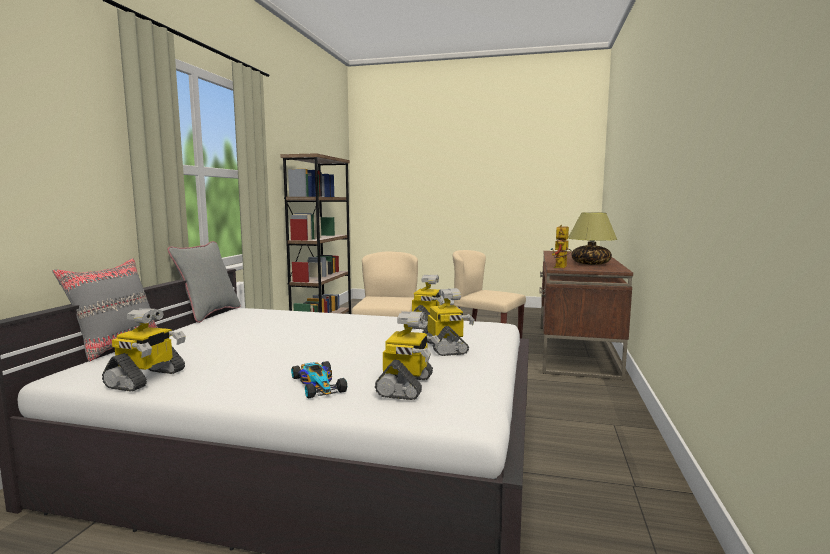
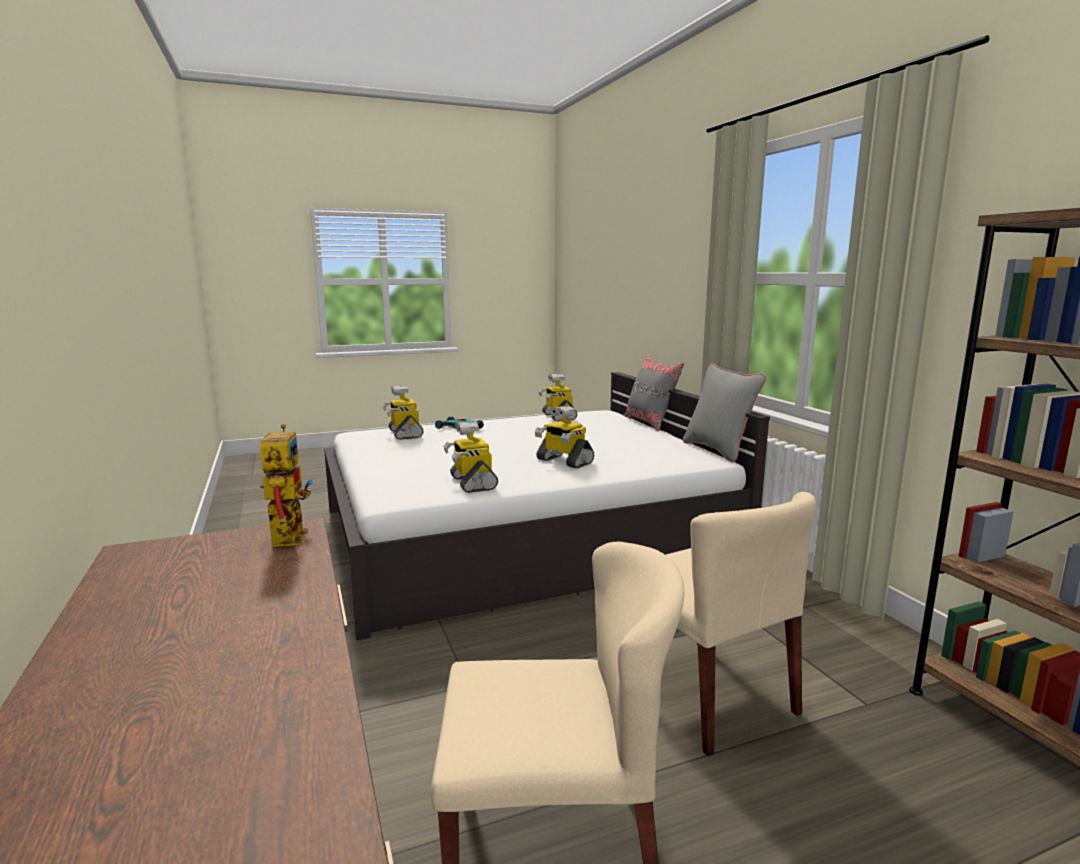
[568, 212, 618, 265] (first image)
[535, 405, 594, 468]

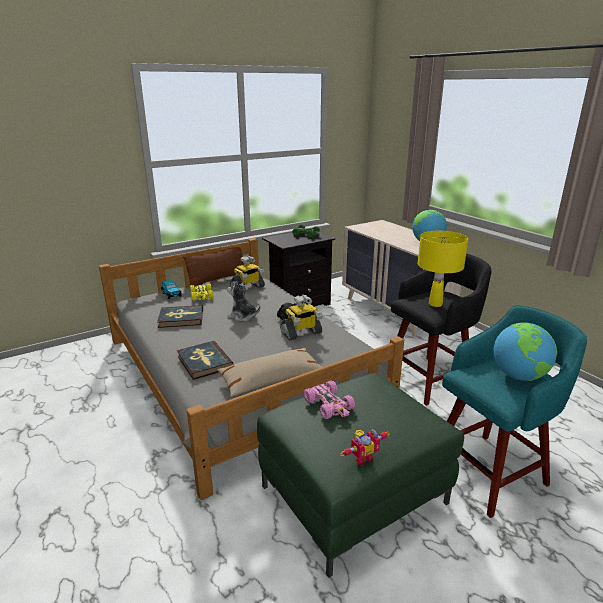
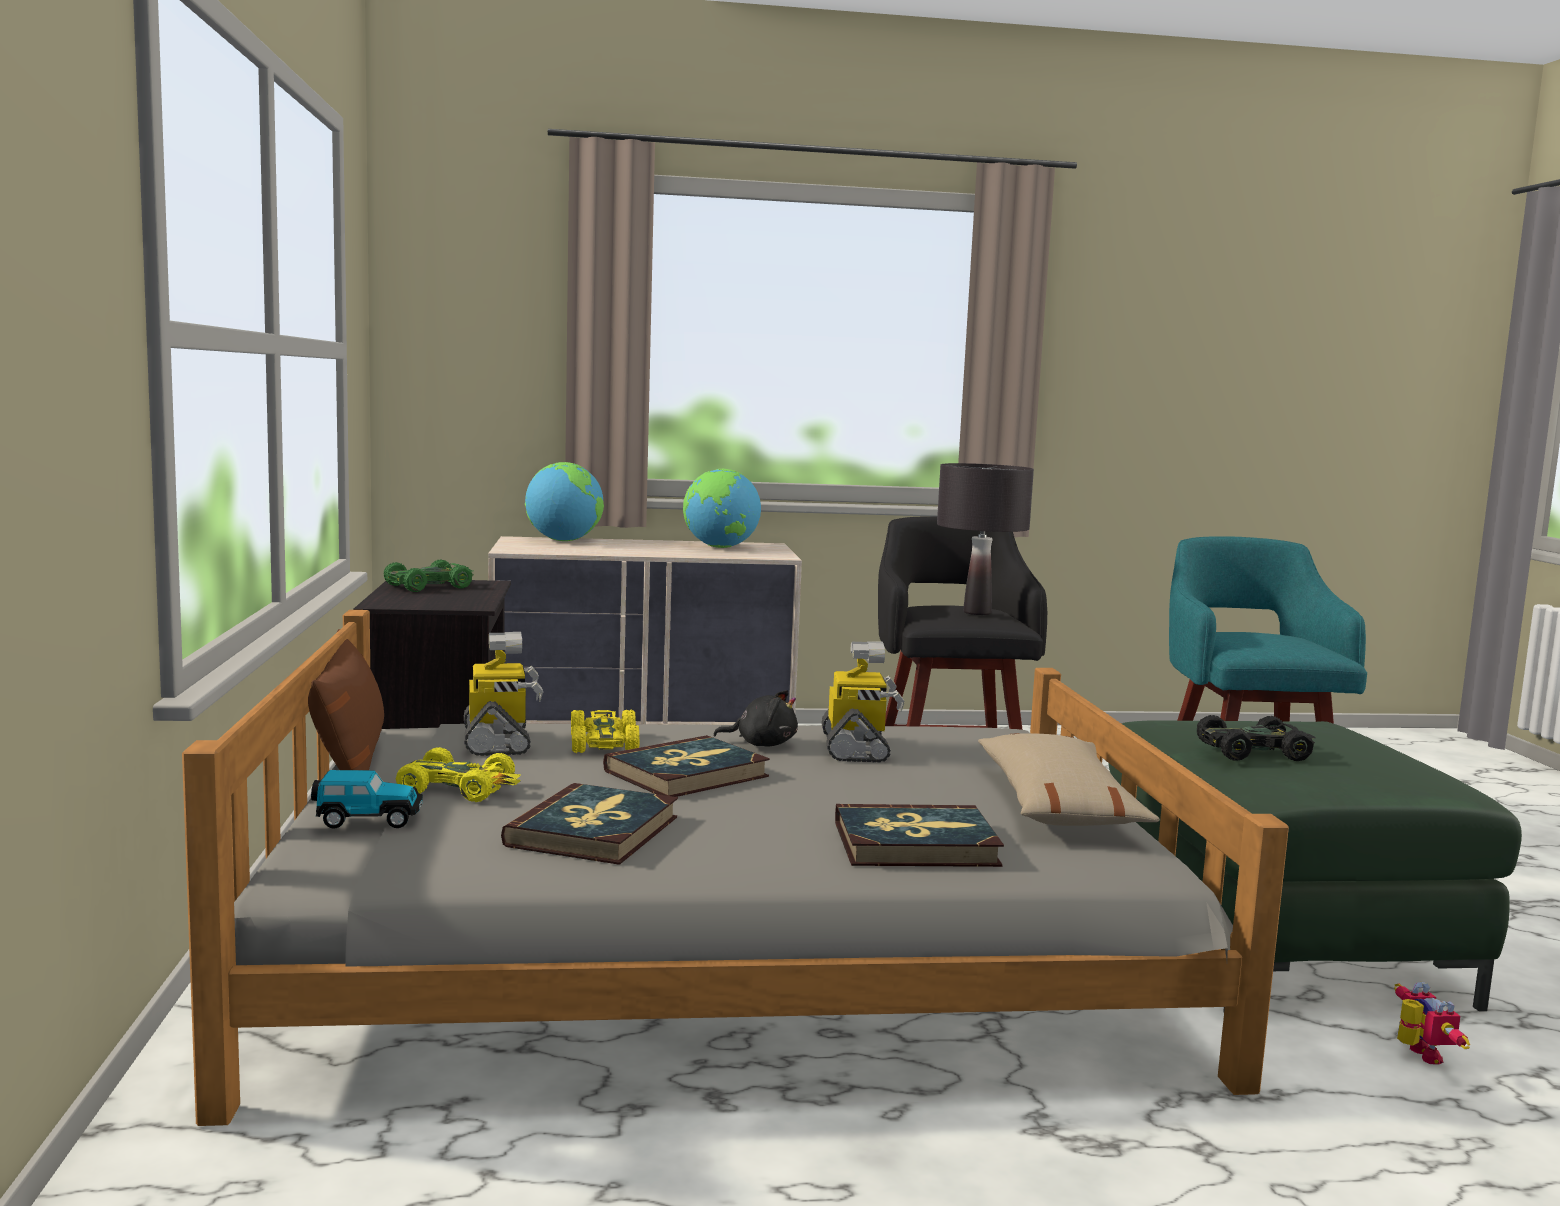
[937, 463, 1034, 615]
[603, 735, 770, 797]
[525, 462, 604, 541]
[1197, 715, 1316, 761]
[1394, 982, 1470, 1065]
[571, 710, 640, 753]

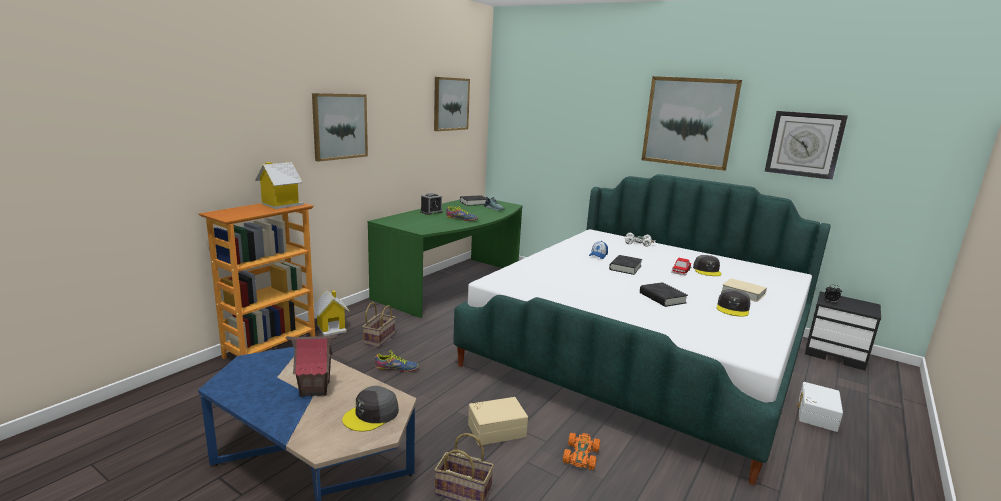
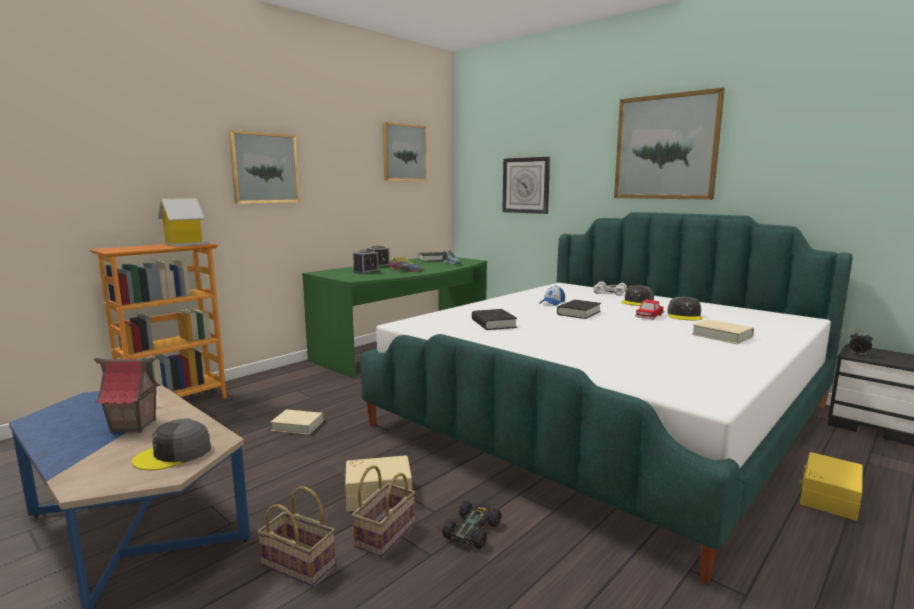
[502, 157, 550, 214]
[472, 309, 517, 330]
[622, 285, 654, 306]
[314, 290, 349, 336] (first image)
[352, 465, 415, 557]
[270, 410, 324, 435]
[799, 452, 863, 521]
[442, 501, 501, 549]
[353, 250, 380, 274]

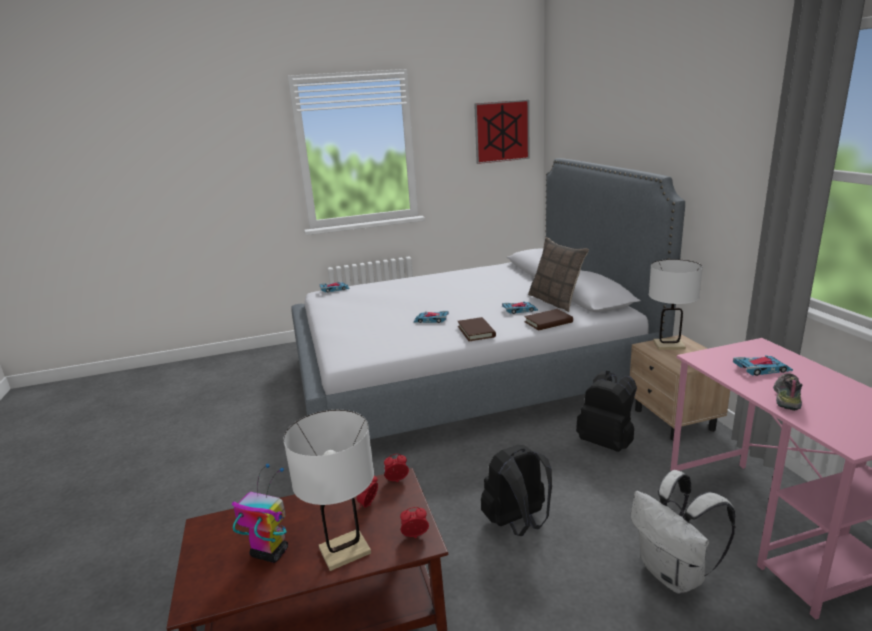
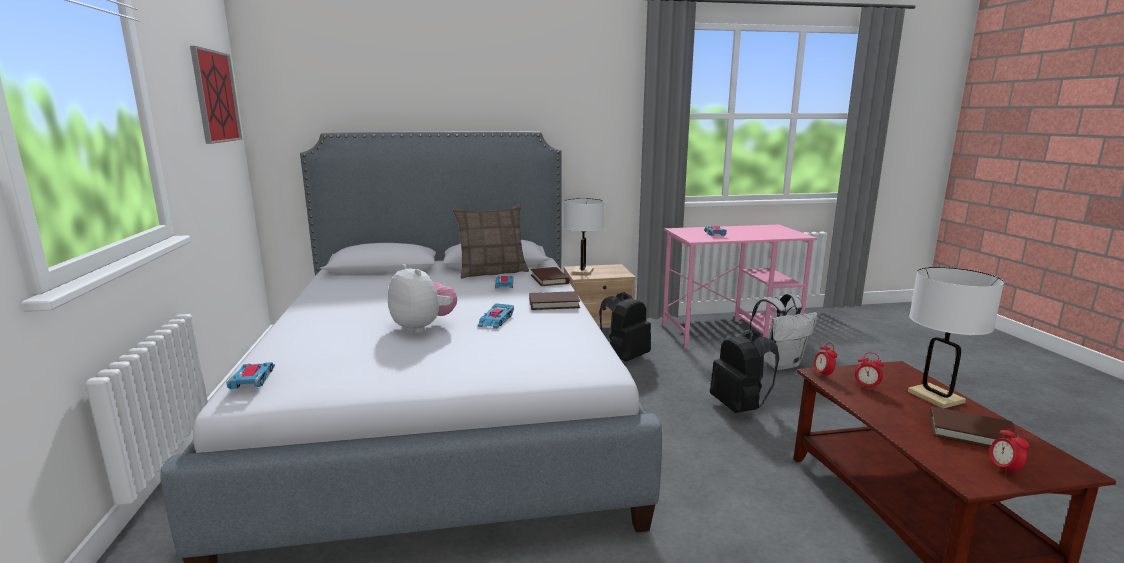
[773, 373, 802, 411] (first image)
[930, 406, 1019, 448]
[988, 426, 1030, 476]
[388, 264, 457, 333]

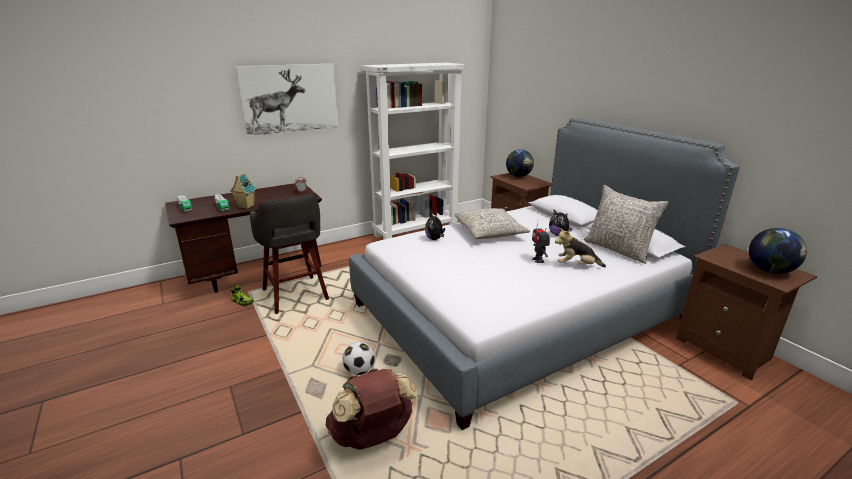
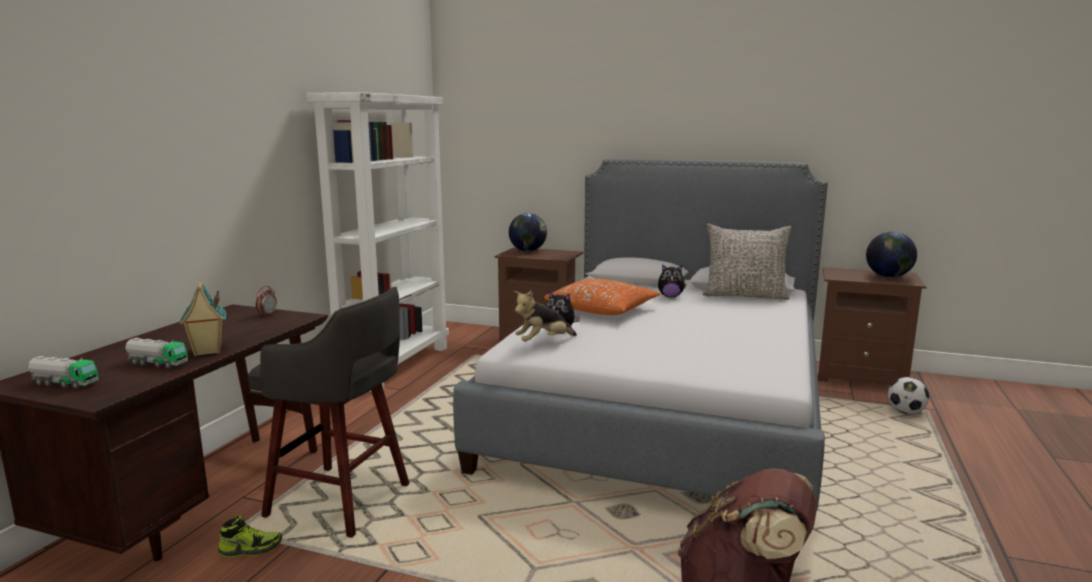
[235, 64, 338, 136] (first image)
[544, 279, 660, 315]
[532, 220, 550, 263] (first image)
[514, 291, 577, 341]
[888, 377, 929, 414]

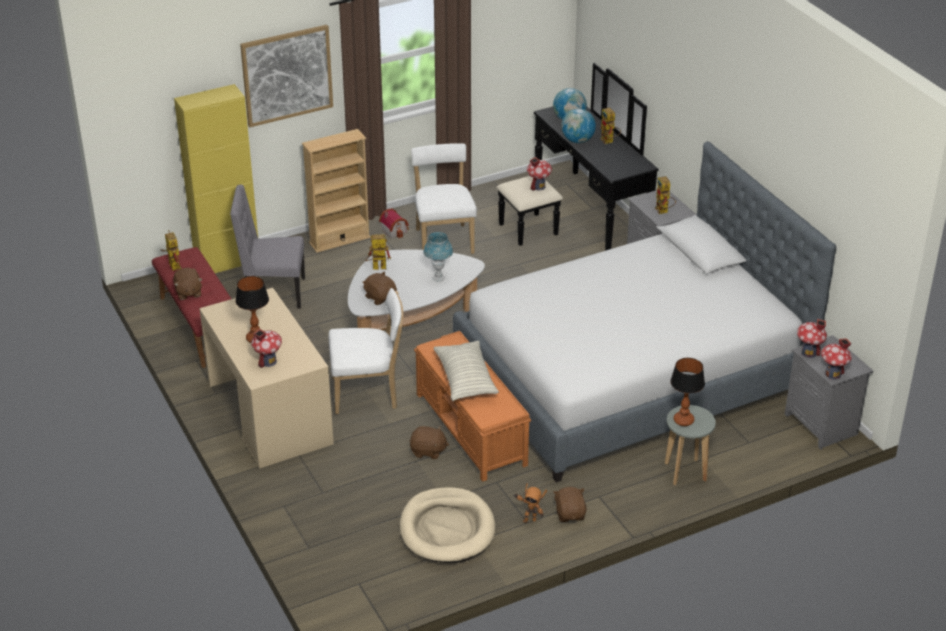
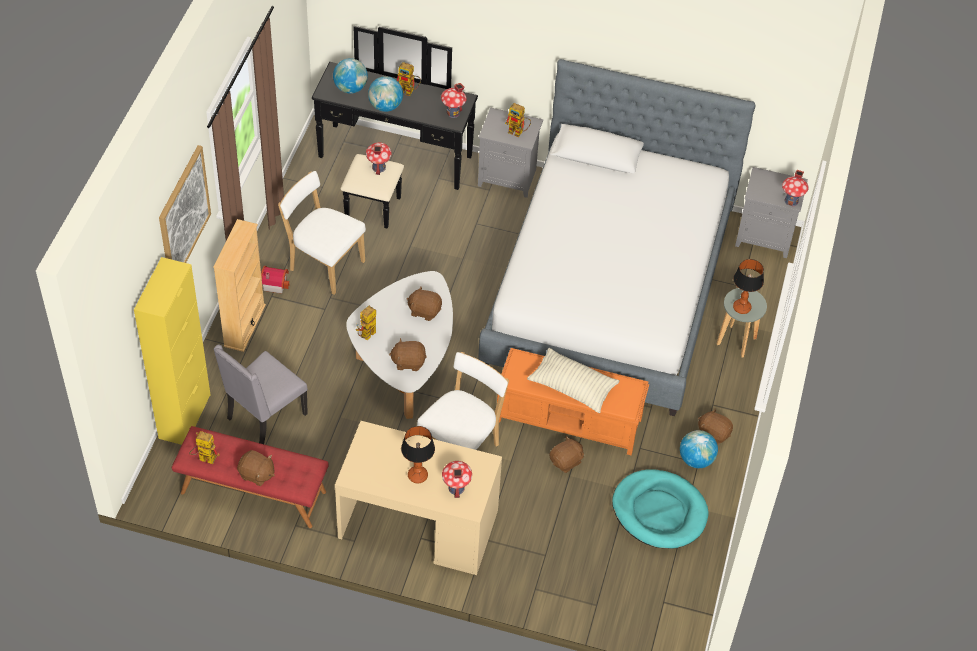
[407, 287, 442, 321]
[441, 83, 467, 118]
[680, 430, 718, 468]
[612, 469, 709, 549]

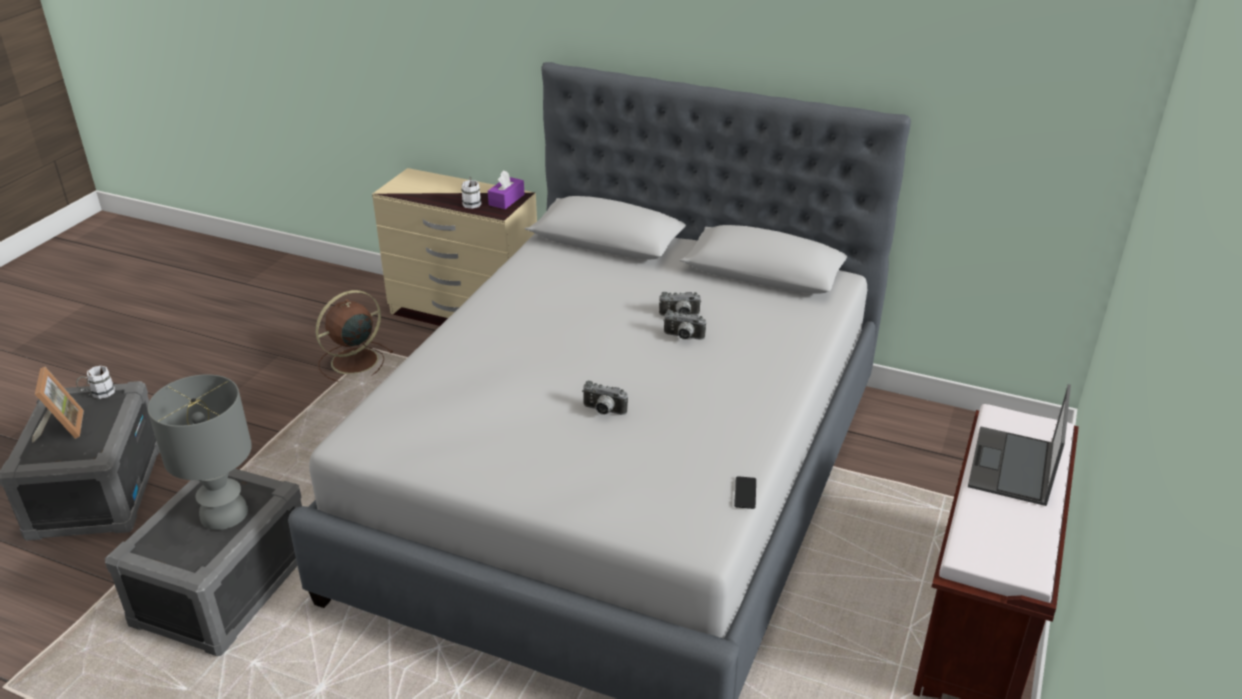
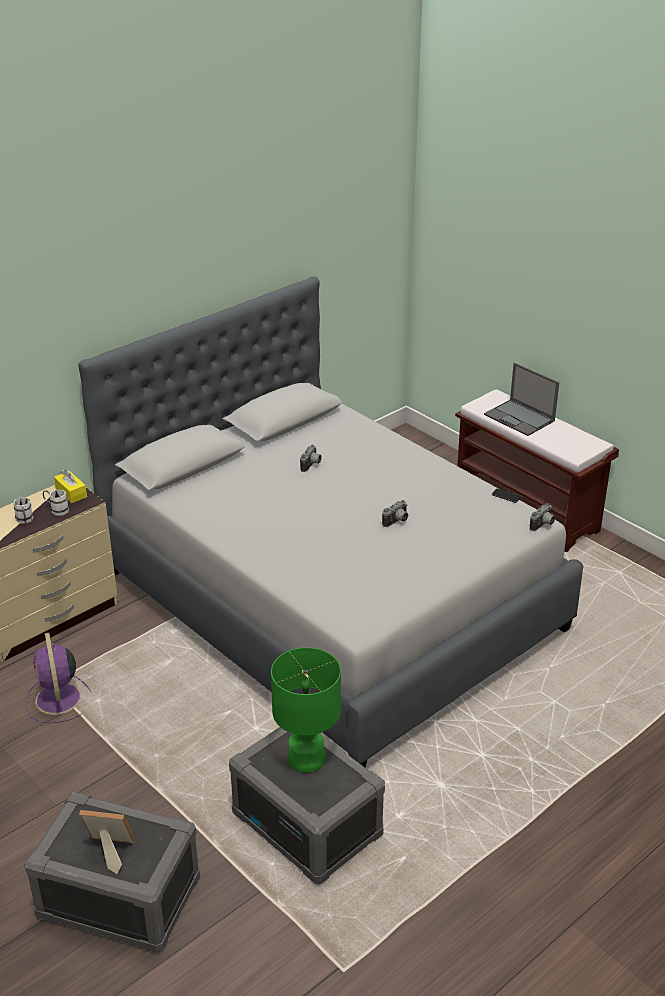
[54, 469, 87, 503]
[25, 633, 92, 723]
[530, 503, 555, 531]
[14, 497, 33, 524]
[271, 647, 341, 773]

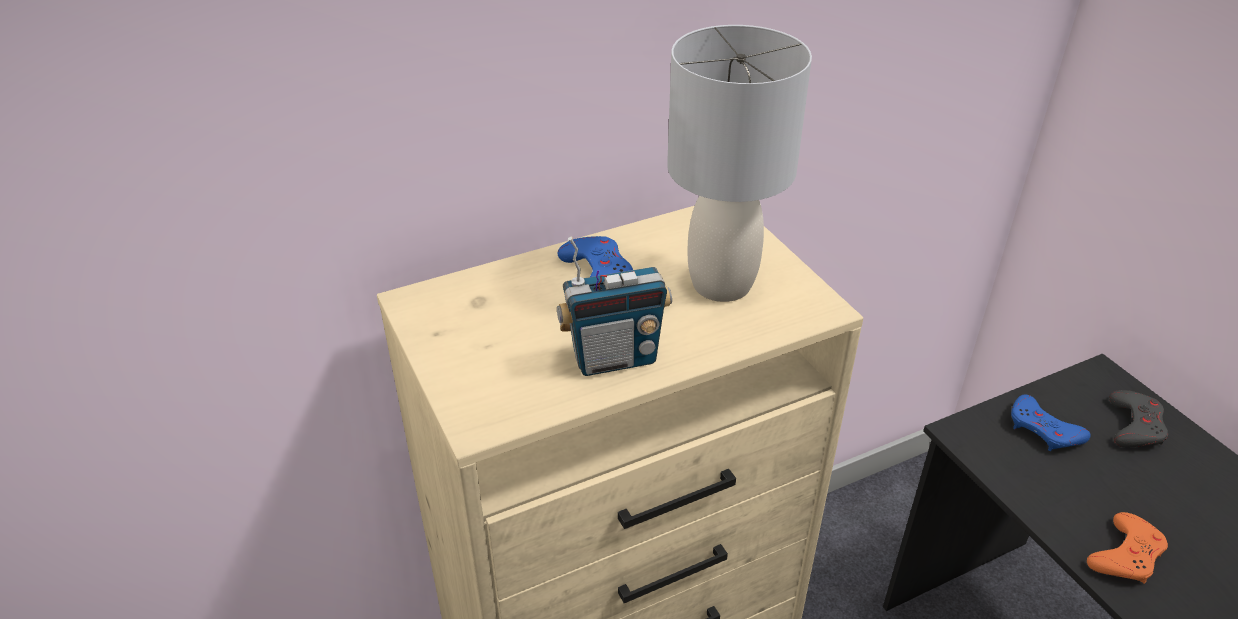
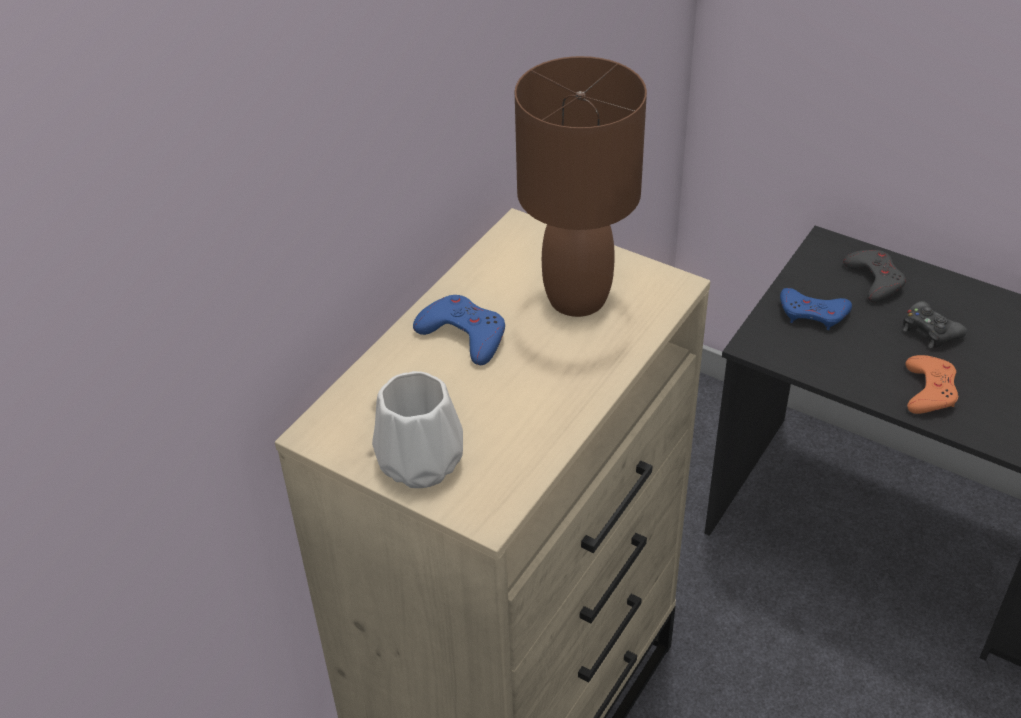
[515, 56, 647, 317]
[557, 237, 672, 376] (first image)
[903, 301, 967, 348]
[372, 371, 463, 488]

